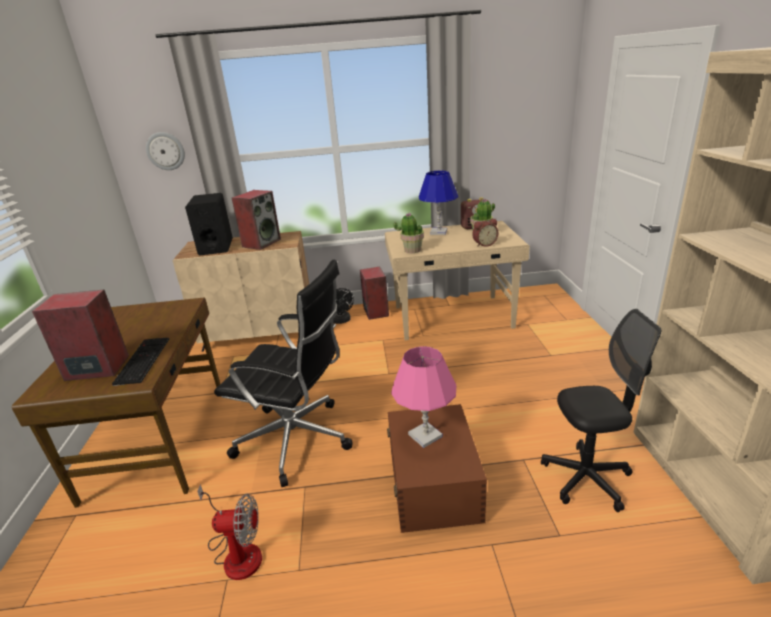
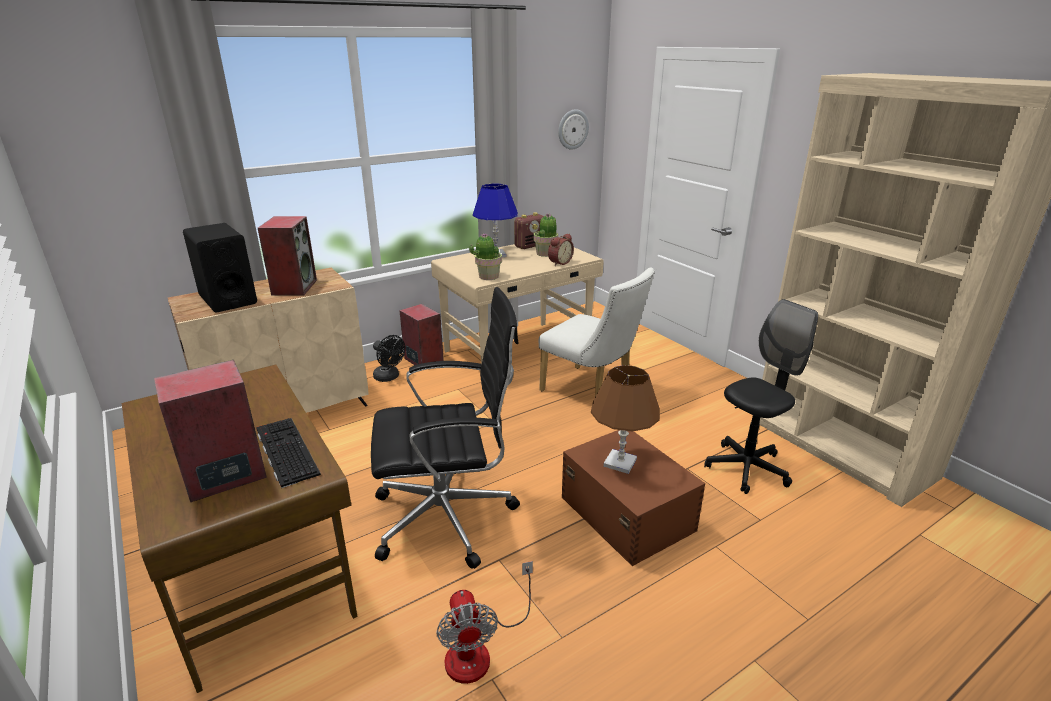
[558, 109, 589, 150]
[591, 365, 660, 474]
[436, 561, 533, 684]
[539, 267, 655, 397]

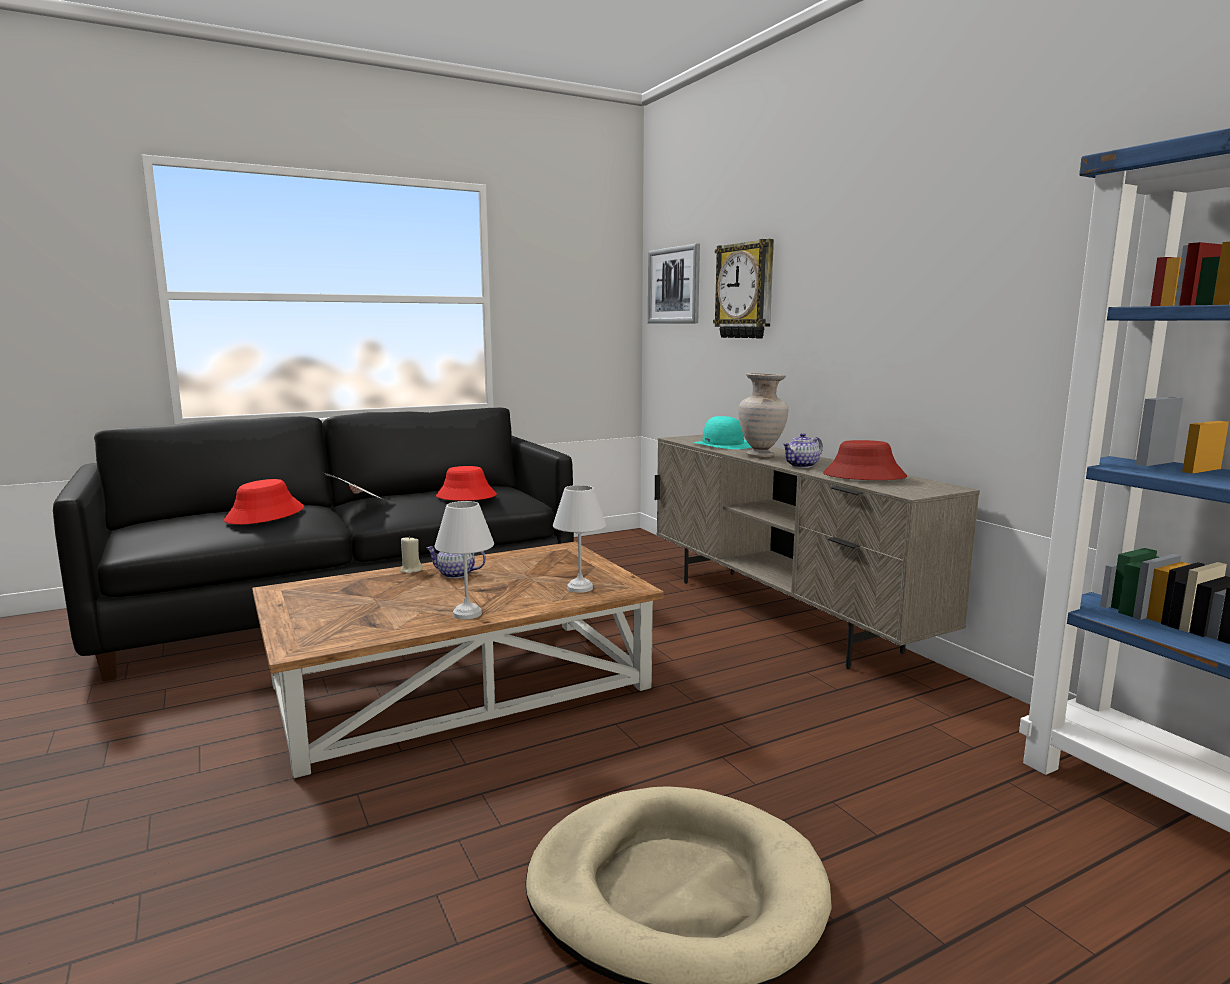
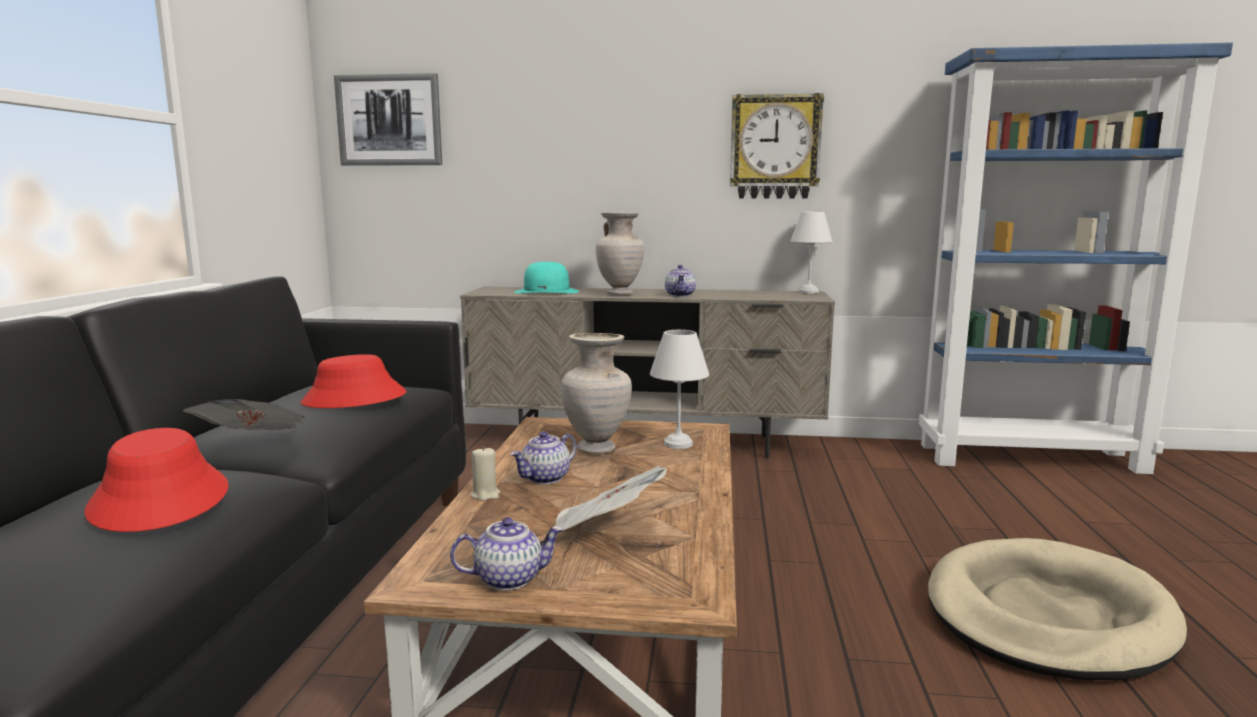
[730, 93, 824, 199]
[823, 440, 907, 480] (first image)
[791, 212, 833, 294]
[561, 333, 632, 454]
[555, 465, 667, 531]
[450, 517, 563, 591]

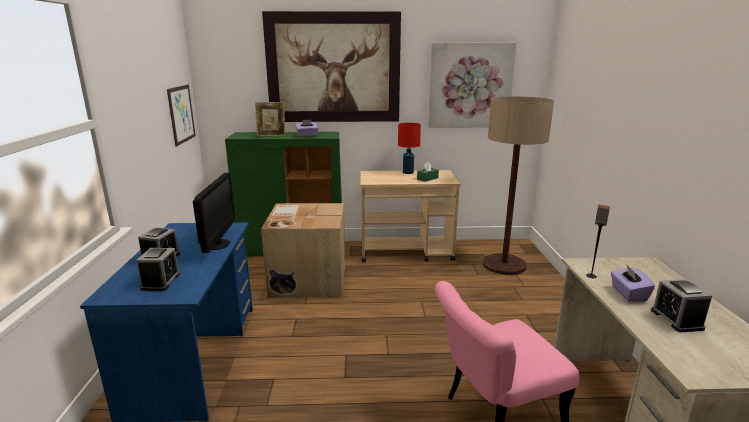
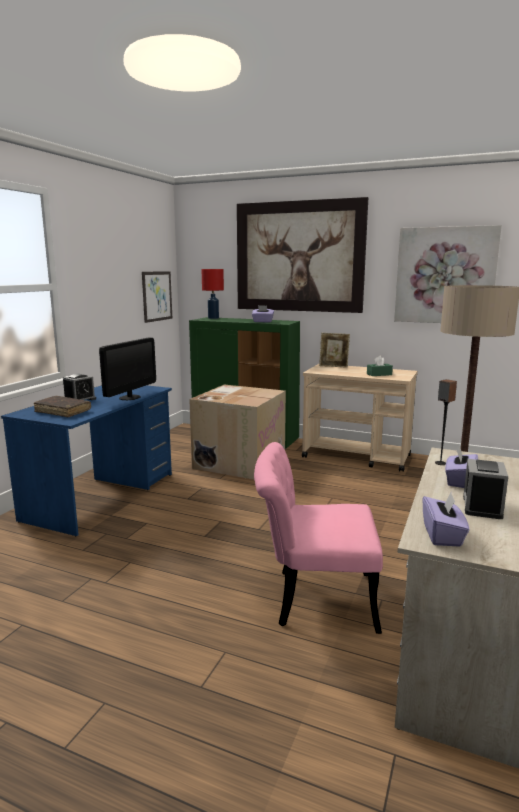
[319, 333, 350, 368]
[201, 269, 224, 319]
[34, 396, 91, 417]
[423, 493, 469, 547]

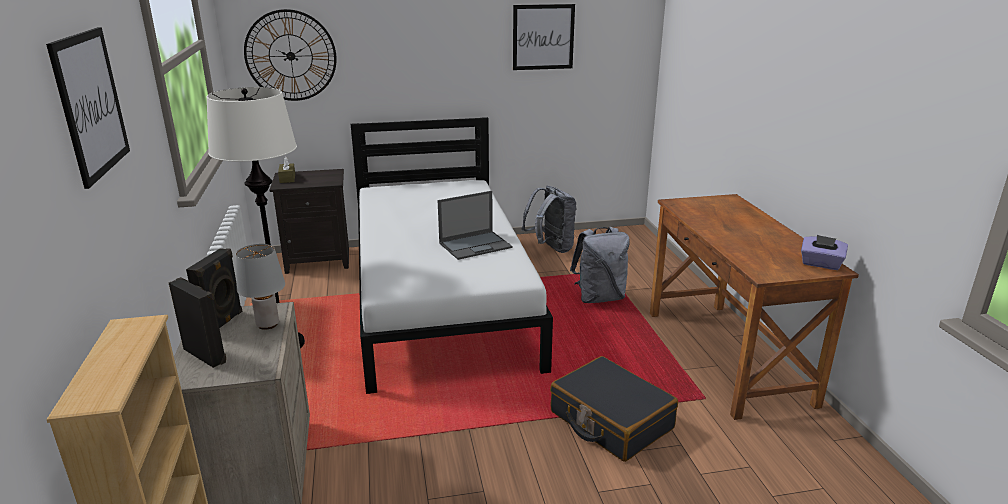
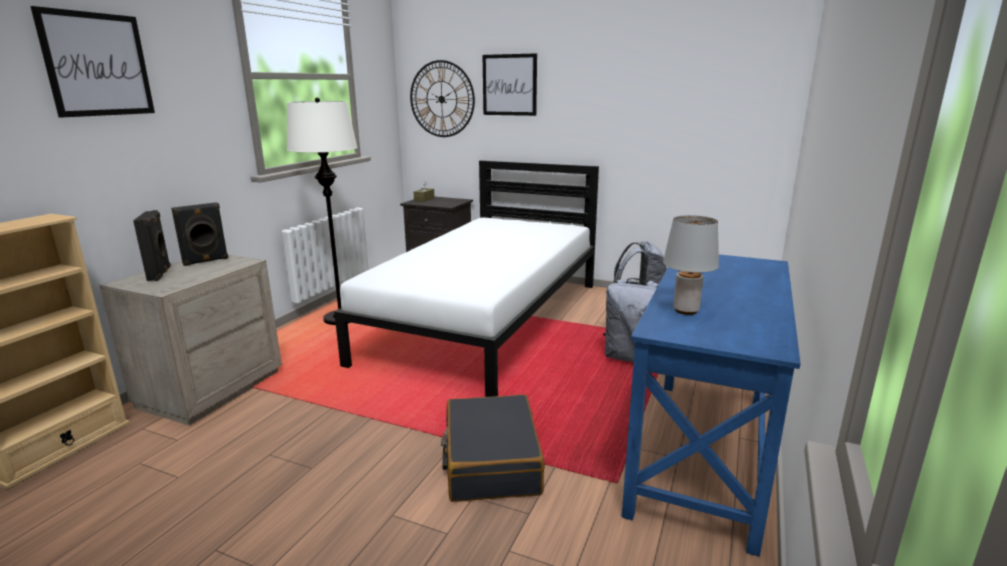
[483, 53, 537, 116]
[438, 191, 512, 260] (first image)
[622, 254, 801, 557]
[801, 235, 848, 270] (first image)
[663, 215, 719, 315]

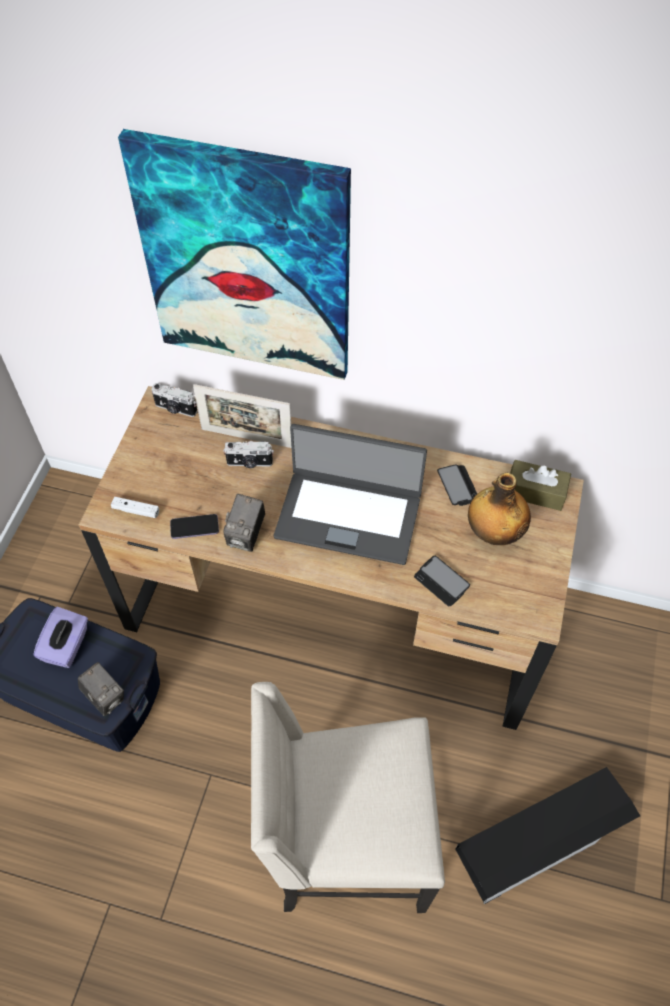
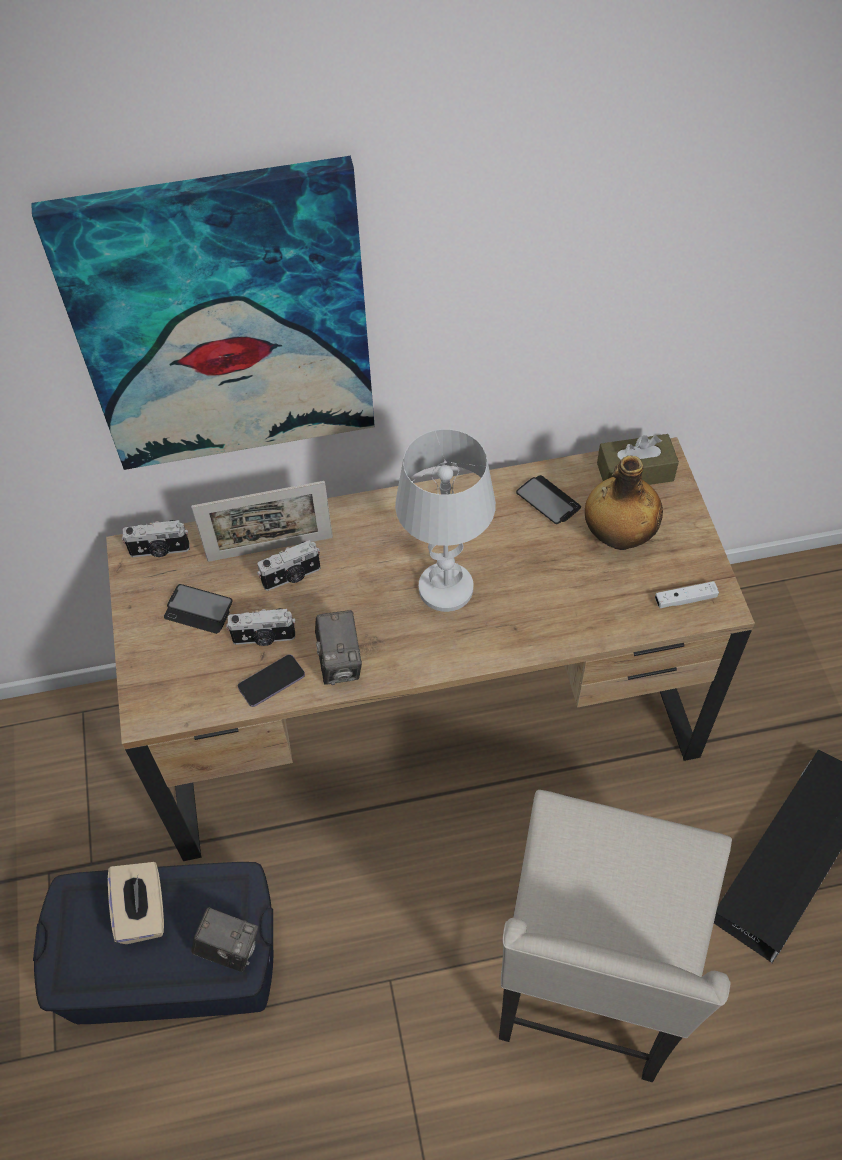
[395, 429, 496, 612]
[655, 581, 719, 608]
[164, 584, 232, 634]
[108, 862, 164, 944]
[499, 790, 732, 1082]
[226, 608, 295, 646]

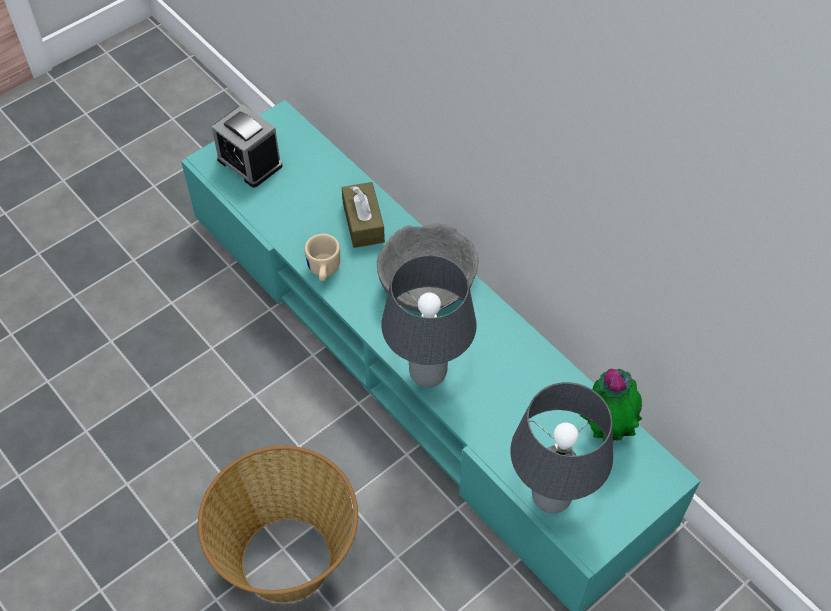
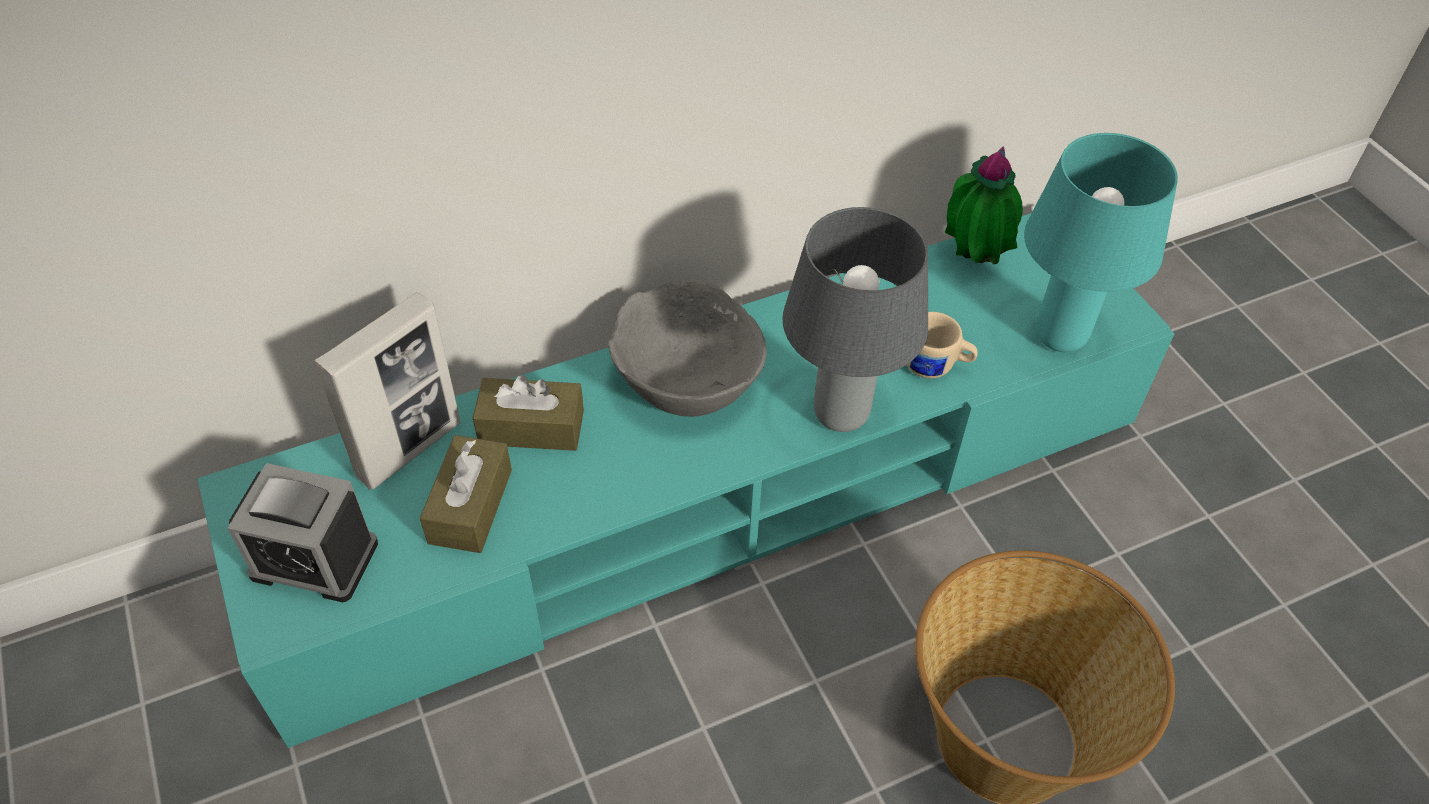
[227, 463, 378, 602]
[907, 312, 978, 378]
[1024, 133, 1178, 352]
[314, 292, 460, 490]
[420, 435, 512, 553]

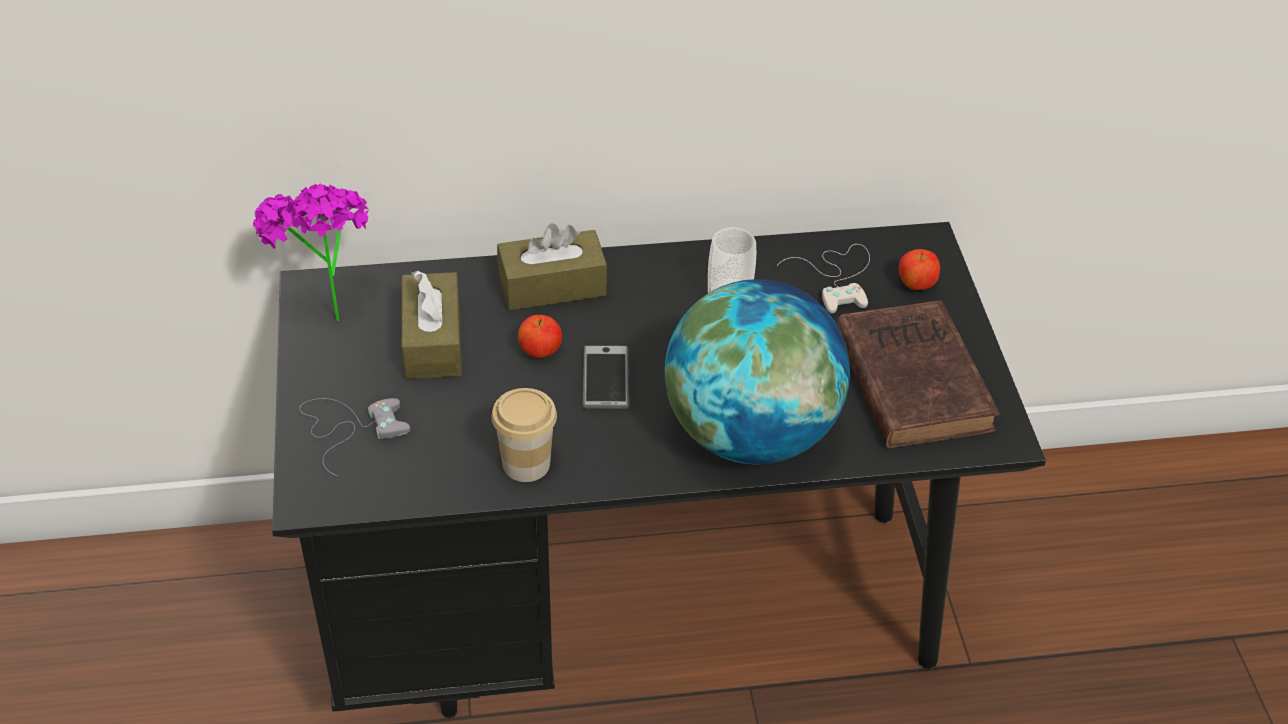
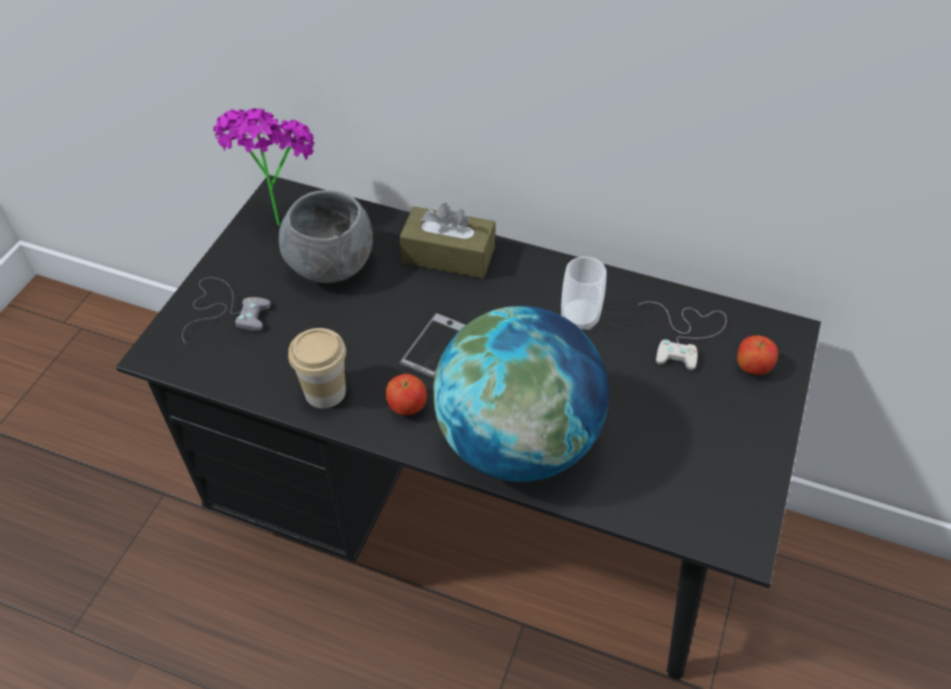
[279, 190, 373, 283]
[836, 300, 1000, 448] (first image)
[386, 374, 427, 415]

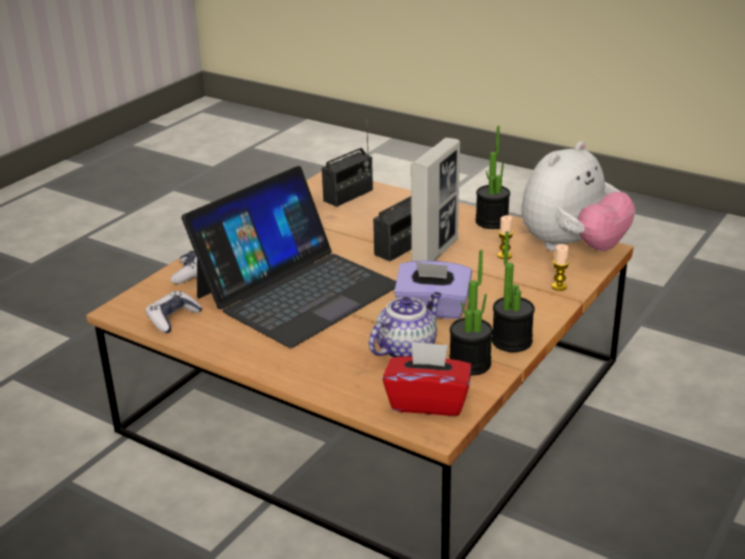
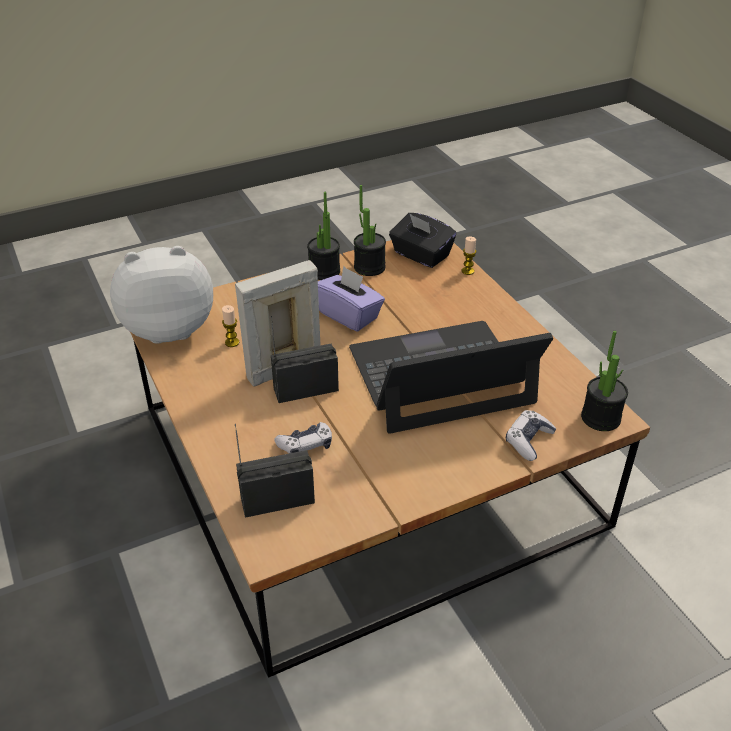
[581, 331, 628, 431]
[462, 236, 476, 275]
[274, 422, 332, 453]
[369, 292, 441, 358] (first image)
[389, 213, 456, 268]

